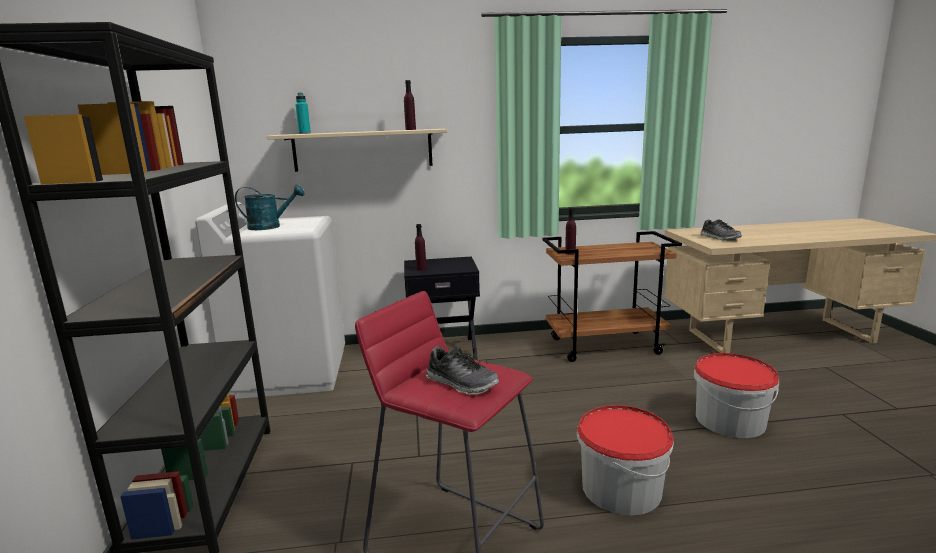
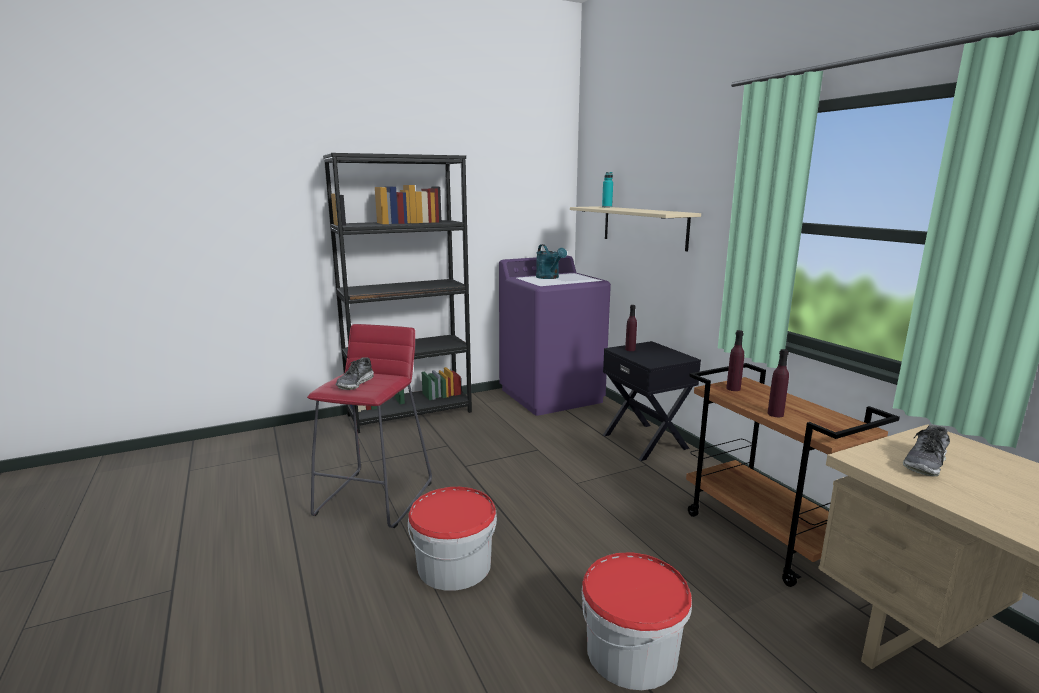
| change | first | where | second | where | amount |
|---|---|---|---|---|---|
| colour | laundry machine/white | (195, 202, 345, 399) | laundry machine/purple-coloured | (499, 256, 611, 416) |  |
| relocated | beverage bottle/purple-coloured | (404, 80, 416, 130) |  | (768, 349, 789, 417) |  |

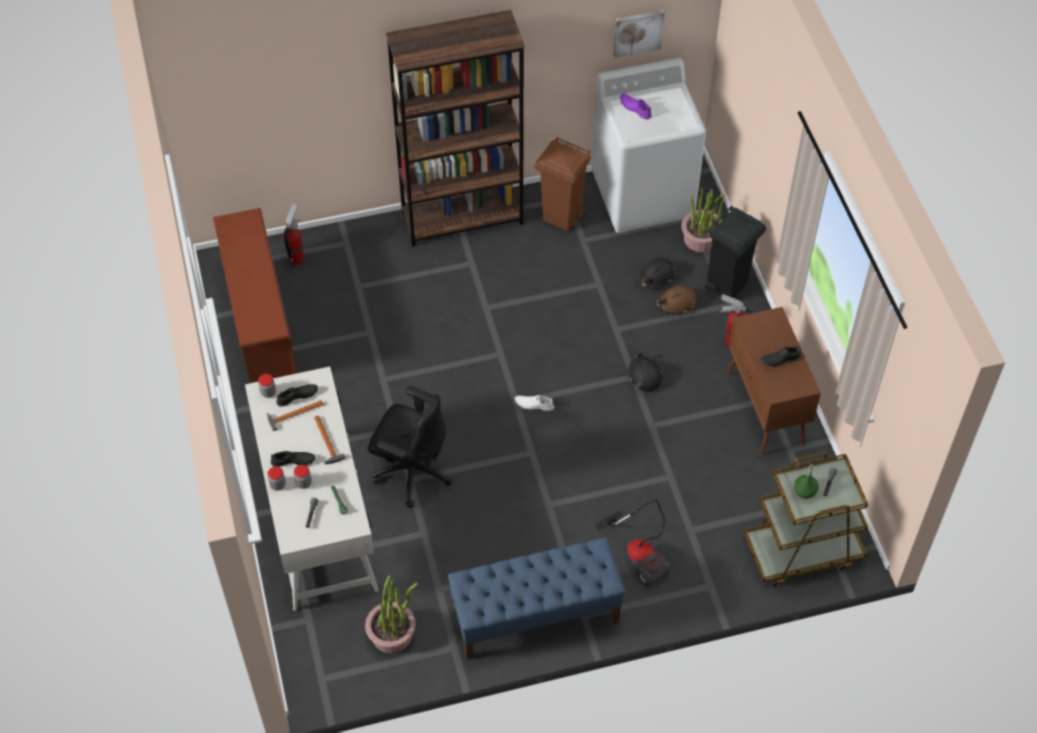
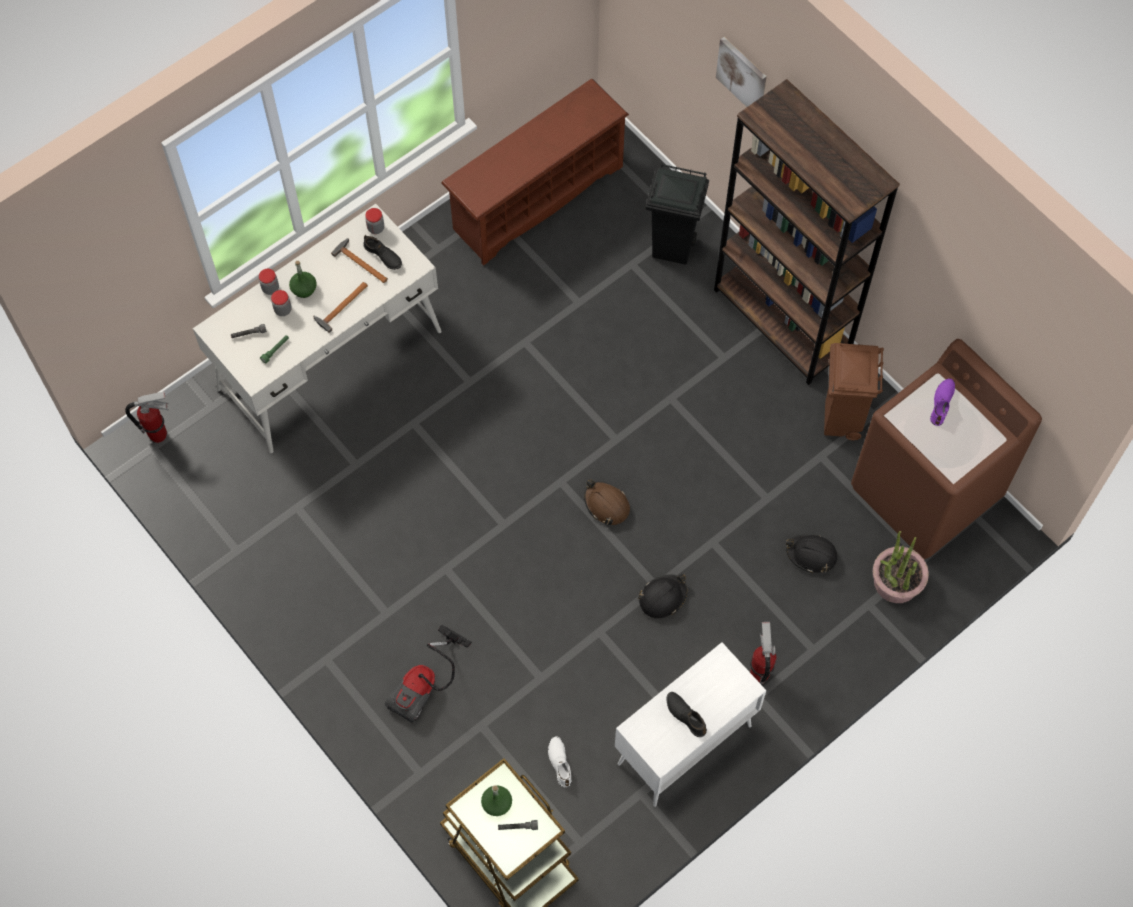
| change | first | where | second | where | amount |
|---|---|---|---|---|---|
| relocated | fire-fighting cylinder | (283, 204, 304, 266) |  | (125, 391, 169, 443) |  |
| exchanged | item of footwear/black-coloured | (271, 451, 315, 467) | beverage bottle/green-coloured | (289, 261, 317, 298) |  |
| relocated | item of footwear/white | (514, 395, 554, 411) |  | (548, 736, 572, 788) |  |
| relocated | hard hat/brown-coloured | (657, 286, 697, 315) |  | (584, 479, 630, 526) |  |
| colour | cupboard/brown-coloured | (727, 307, 821, 455) | cupboard/white | (615, 642, 766, 807) |  |
| relocated | waste bin/black-coloured | (705, 205, 767, 298) |  | (646, 163, 709, 265) |  |
| relocated | wall picture | (614, 10, 664, 58) |  | (716, 37, 767, 107) |  |
| colour | laundry machine/white | (591, 58, 706, 233) | laundry machine/brown-coloured | (851, 339, 1042, 559) |  |
| missing | potted plant | (365, 575, 418, 653) |  |  |  |
| missing | desk chair/black-coloured | (368, 386, 452, 508) |  |  |  |
| missing | bench/blue | (448, 537, 626, 660) |  |  |  |

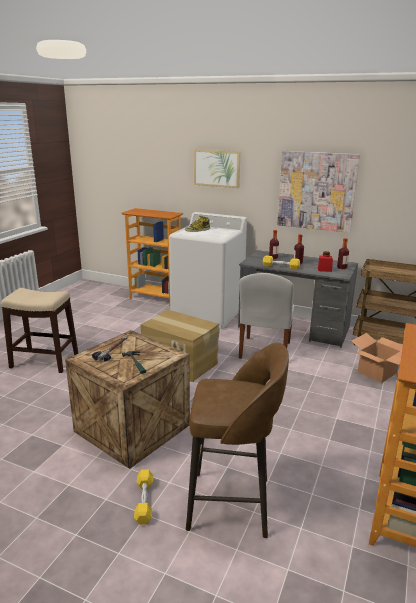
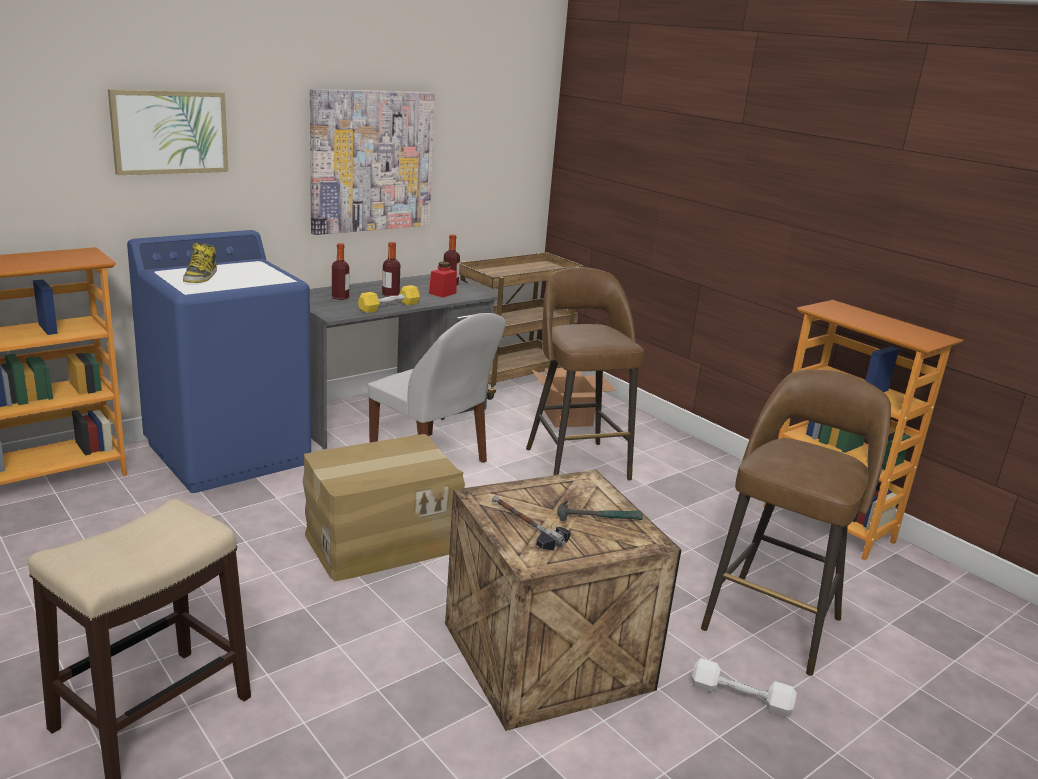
| change | first | where | second | where | amount |
|---|---|---|---|---|---|
| colour | laundry machine/white | (169, 212, 247, 329) | laundry machine/blue | (127, 230, 311, 493) |  |
| appeared |  |  | stool/brown-coloured | (526, 267, 644, 480) |  |
| colour | hand weight/yellowish | (134, 469, 153, 525) | hand weight/white | (692, 658, 797, 716) |  |

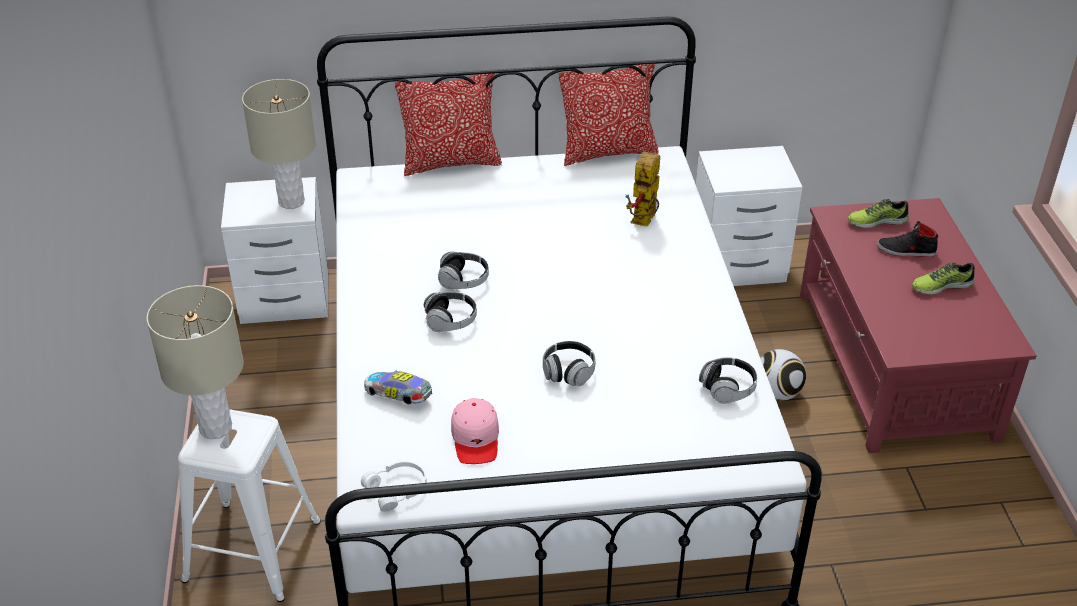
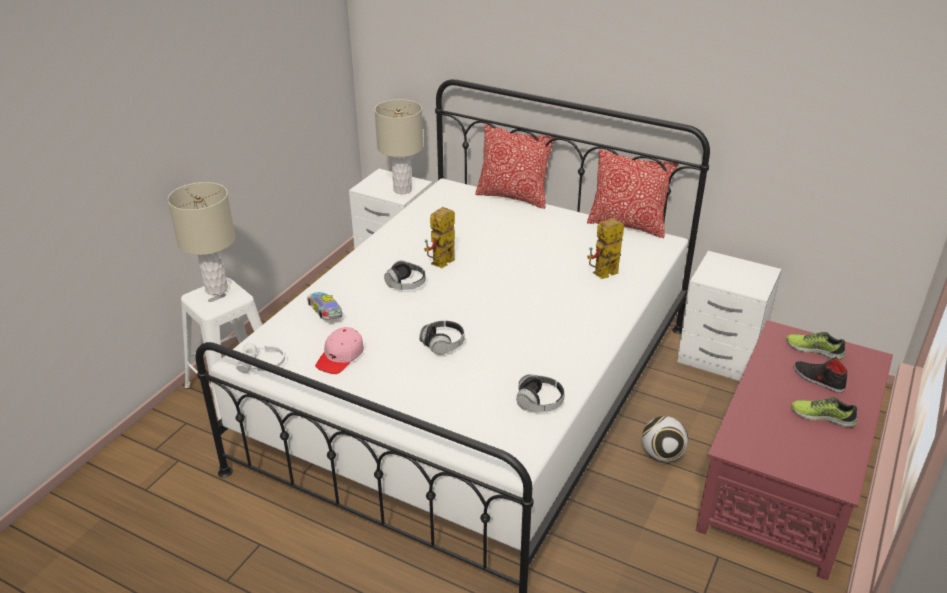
| change | first | where | second | where | amount |
|---|---|---|---|---|---|
| exchanged | headset | (438, 251, 489, 289) | robot figure | (424, 207, 455, 268) |  |

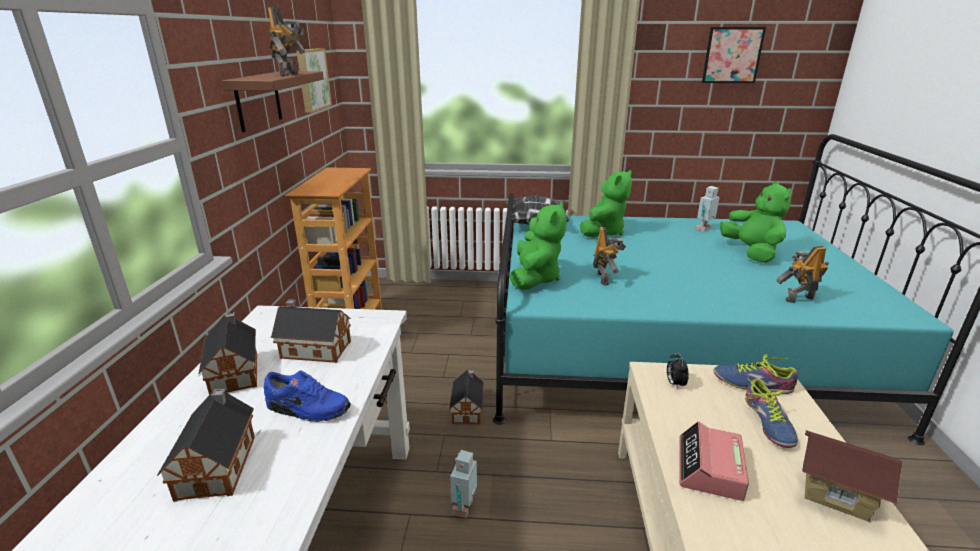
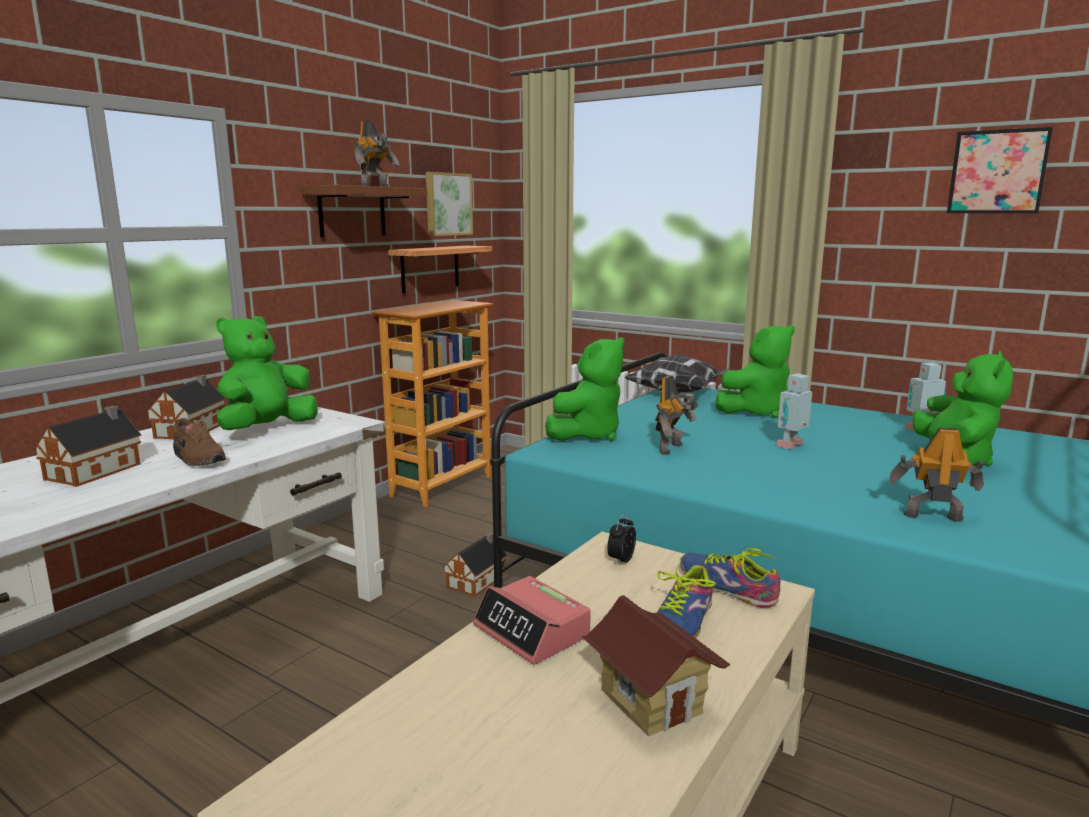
| change | first | where | second | where | amount |
|---|---|---|---|---|---|
| colour | item of footwear/blue | (264, 371, 351, 422) | item of footwear/brown-coloured | (173, 418, 226, 466) |  |
| exchanged | miniature house | (271, 299, 351, 363) | cuddly toy/green-coloured | (216, 316, 318, 430) |  |
| appeared |  |  | shelf | (388, 246, 492, 293) |  |
| spun | alarm clock | (680, 421, 749, 501) |  | (473, 576, 591, 665) | 90 degrees counterclockwise |
| relocated | robot figure | (450, 450, 477, 518) |  | (776, 373, 812, 449) |  |

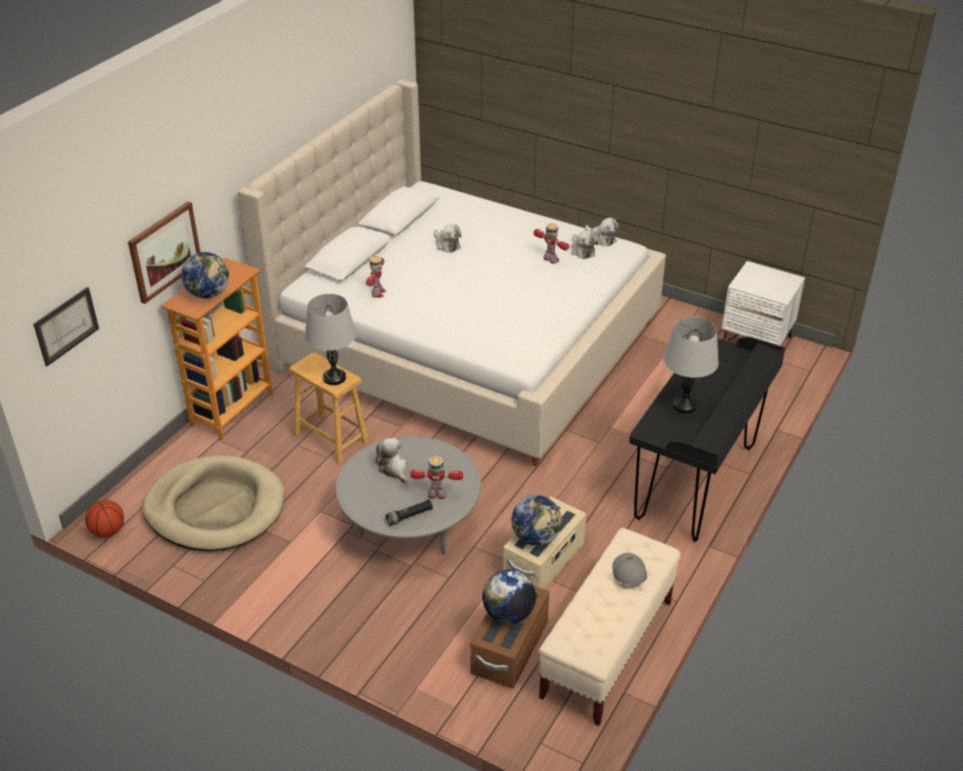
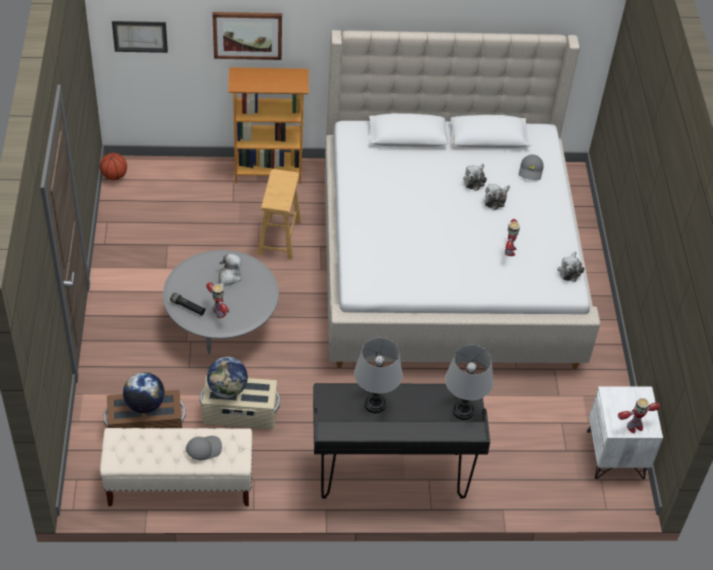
| change | first | where | second | where | amount |
|---|---|---|---|---|---|
| relocated | tabletop lamp/gray | (305, 294, 356, 385) |  | (445, 345, 493, 420) |  |
| relocated | cuddly toy | (571, 230, 598, 259) |  | (484, 184, 510, 210) |  |
| appeared |  |  | peaked cap/gray | (519, 155, 544, 180) |  |
| relocated | robot figure | (366, 256, 386, 298) |  | (618, 398, 660, 433) |  |
| missing | dog cushion/beige | (142, 455, 285, 551) |  |  |  |
| missing | desk globe | (181, 252, 229, 298) |  |  |  |

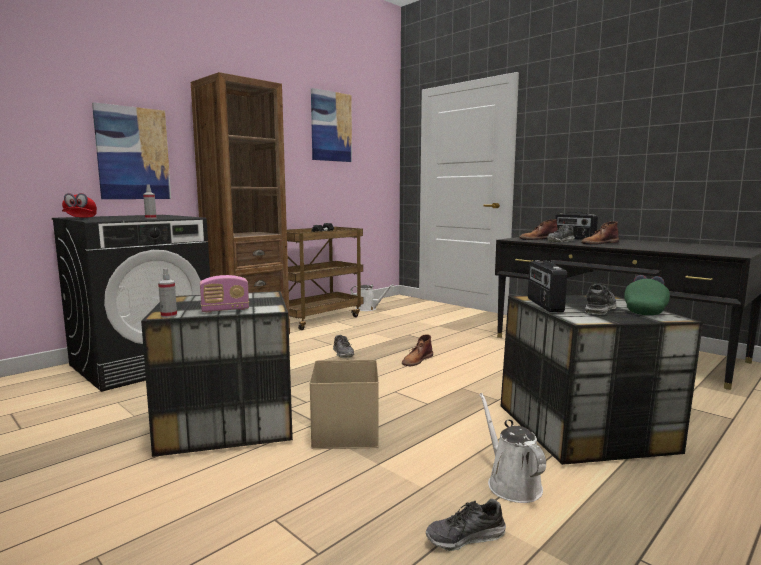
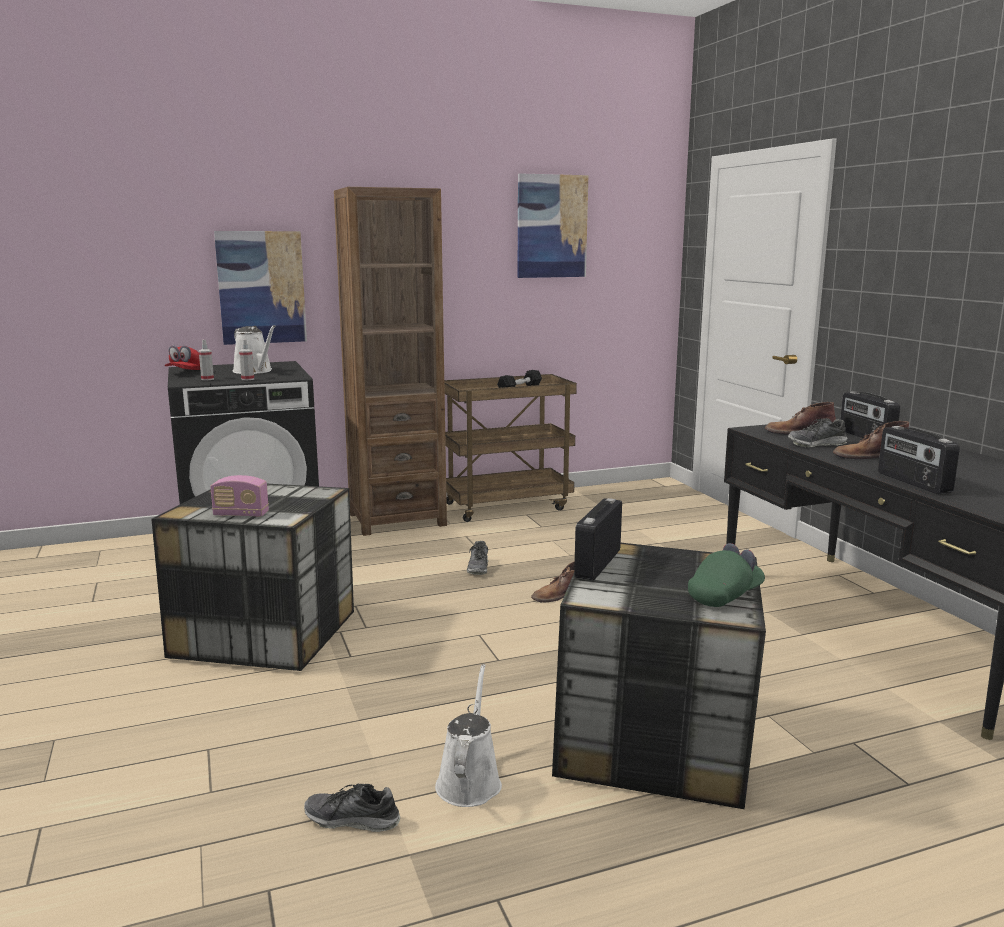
| change | first | where | second | where | amount |
|---|---|---|---|---|---|
| relocated | sprayer | (158, 269, 177, 318) |  | (199, 340, 214, 380) |  |
| relocated | watering pot/white | (351, 284, 394, 311) |  | (233, 325, 276, 374) |  |
| appeared |  |  | radio set | (878, 426, 960, 494) |  |
| missing | storage container/beige | (309, 360, 379, 449) |  |  |  |
| missing | item of footwear | (585, 284, 616, 315) |  |  |  |

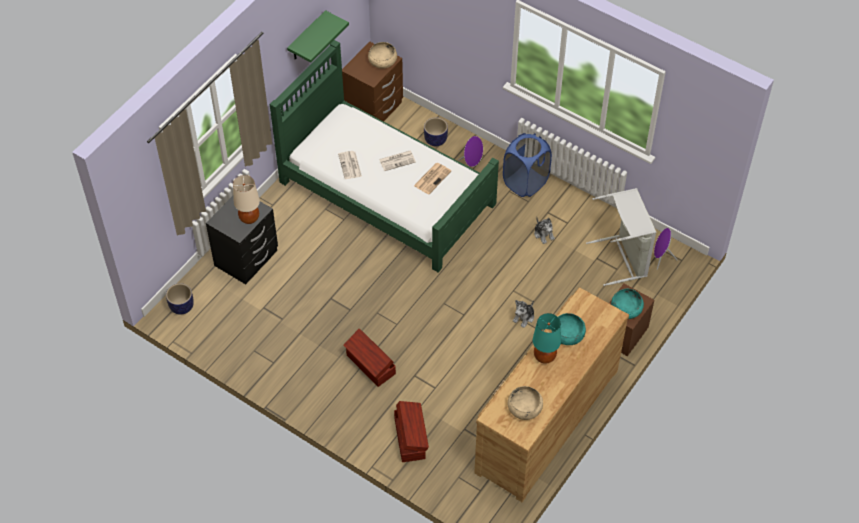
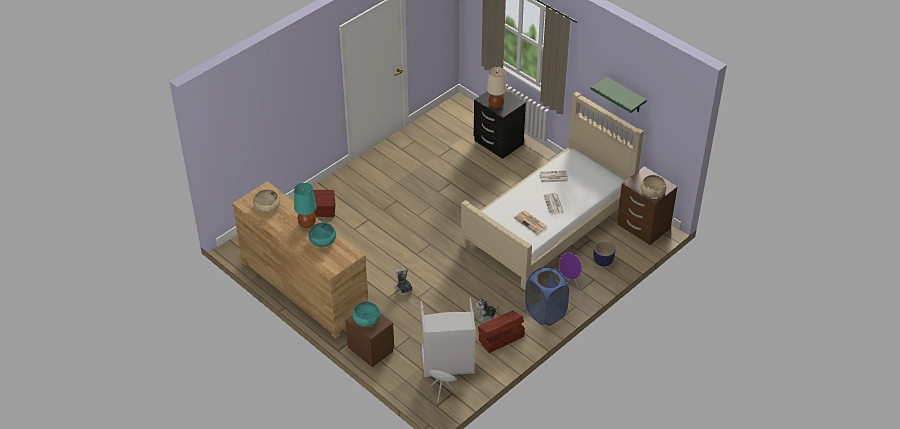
| change | first | where | second | where | amount |
|---|---|---|---|---|---|
| colour | bedroom bed/green-coloured | (270, 40, 499, 272) | bedroom bed/beige | (461, 91, 644, 290) |  |
| relocated | storage container/brown-coloured | (343, 329, 396, 387) |  | (478, 310, 525, 353) |  |
| missing | flower pot | (166, 283, 194, 315) |  |  |  |

